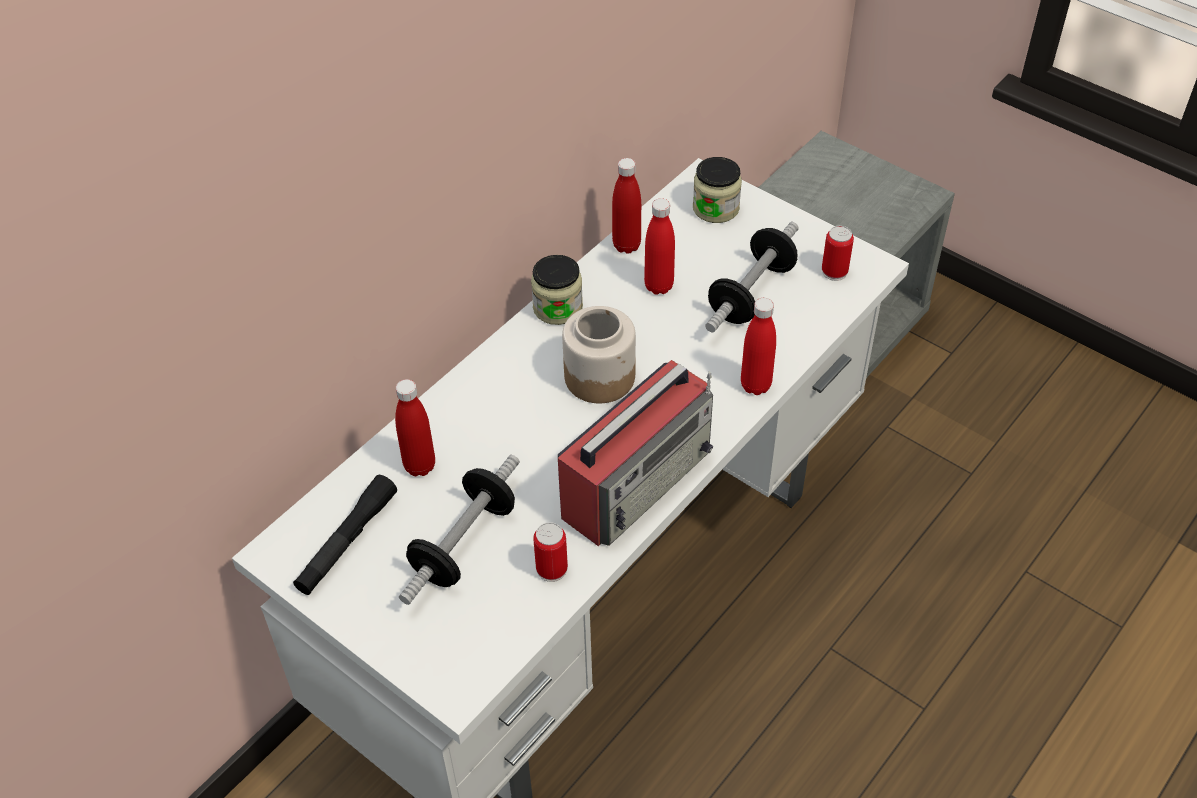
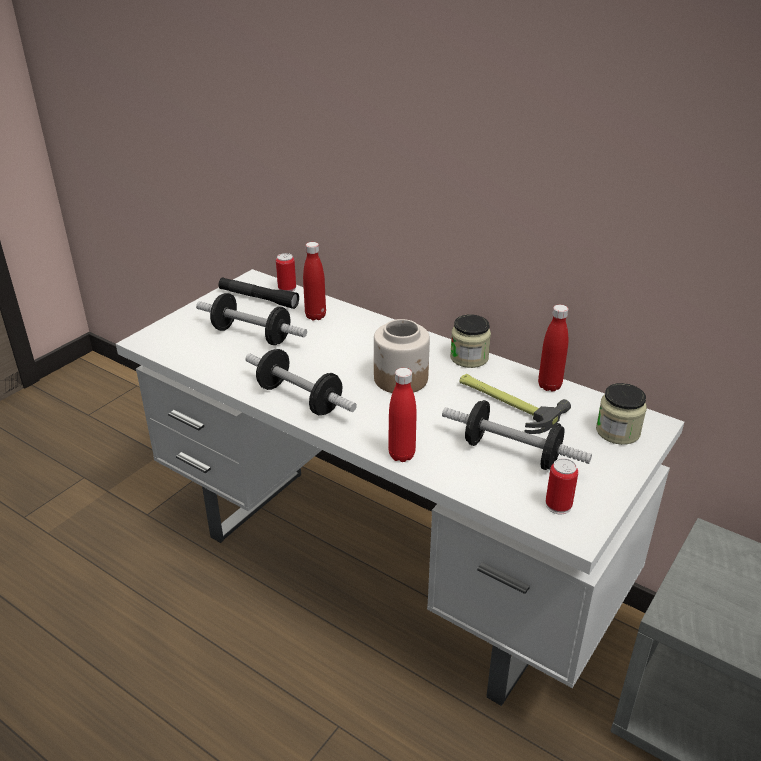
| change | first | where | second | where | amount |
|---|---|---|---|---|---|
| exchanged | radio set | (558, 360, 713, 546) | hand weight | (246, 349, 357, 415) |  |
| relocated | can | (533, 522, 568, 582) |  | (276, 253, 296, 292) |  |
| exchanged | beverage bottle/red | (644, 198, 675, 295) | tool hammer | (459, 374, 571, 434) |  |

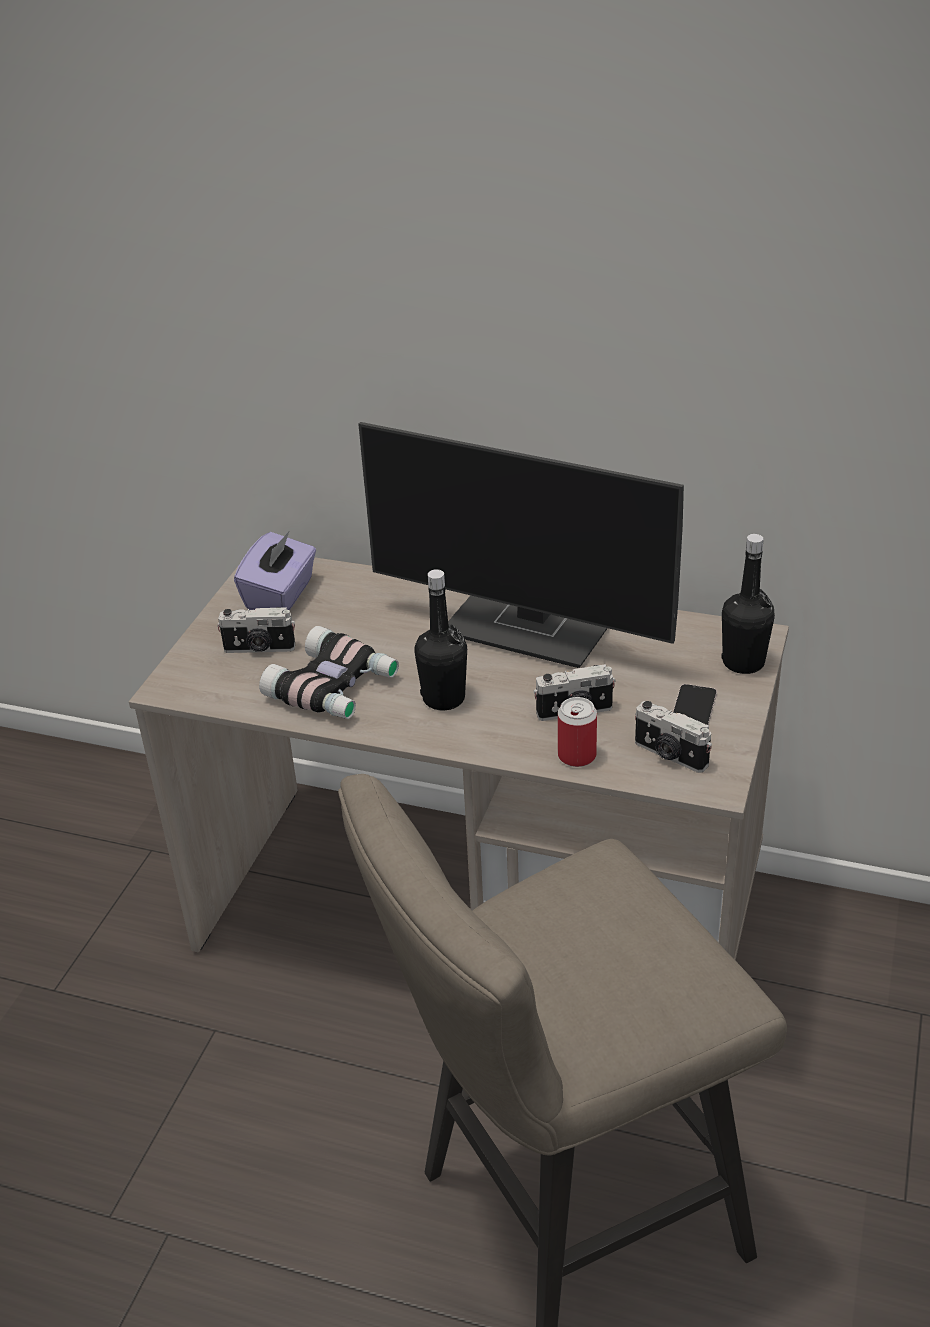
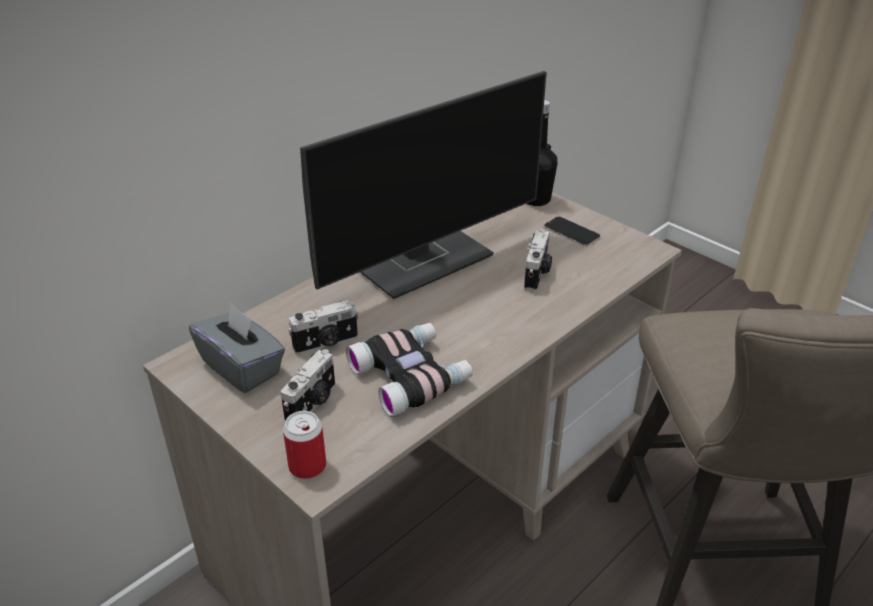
| change | first | where | second | where | amount |
|---|---|---|---|---|---|
| colour | tissue box/purple-coloured | (234, 532, 316, 610) | tissue box/gray | (189, 303, 285, 393) |  |
| relocated | can | (558, 697, 597, 767) |  | (283, 411, 326, 479) |  |
| relocated | still camera | (635, 701, 712, 773) |  | (288, 300, 358, 355) |  |
| missing | beverage bottle/black-coloured | (414, 569, 467, 710) |  |  |  |

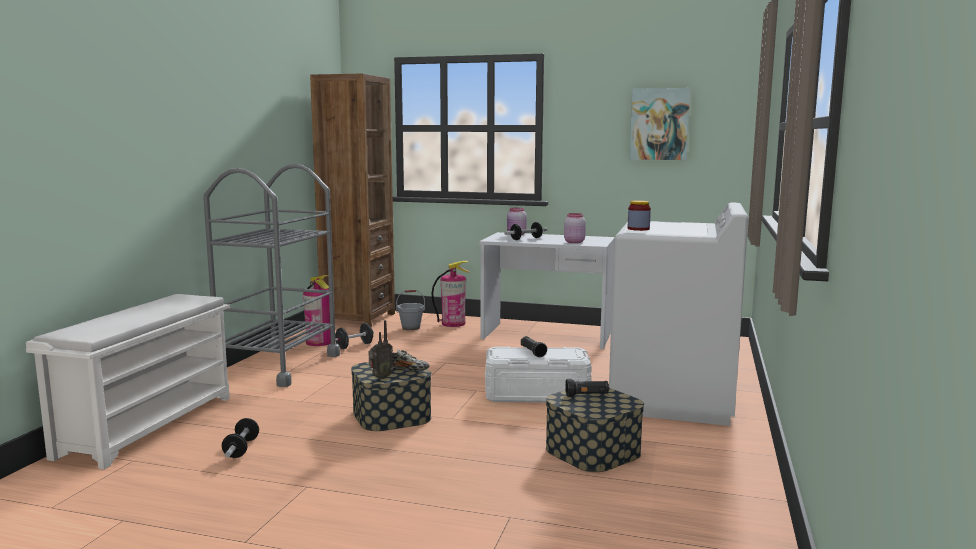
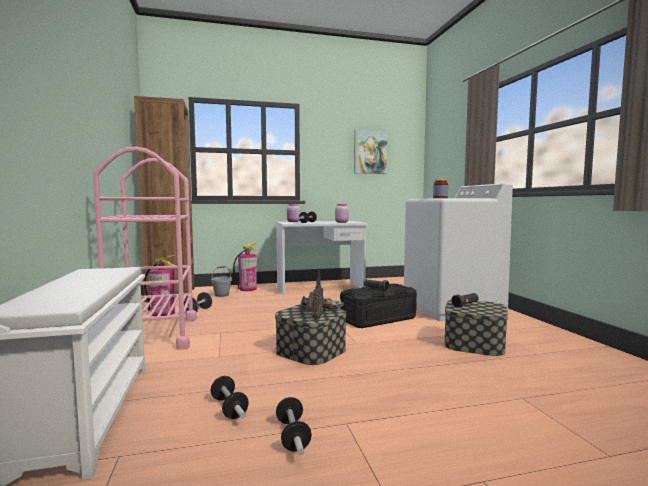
| change | first | where | second | where | amount |
|---|---|---|---|---|---|
| colour | wheeled cart/gray | (203, 164, 340, 387) | wheeled cart/pink-coloured | (93, 147, 197, 350) |  |
| appeared |  |  | hand weight | (276, 397, 312, 455) |  |
| colour | storage container/white | (485, 346, 592, 403) | storage container/black-coloured | (340, 284, 417, 328) |  |

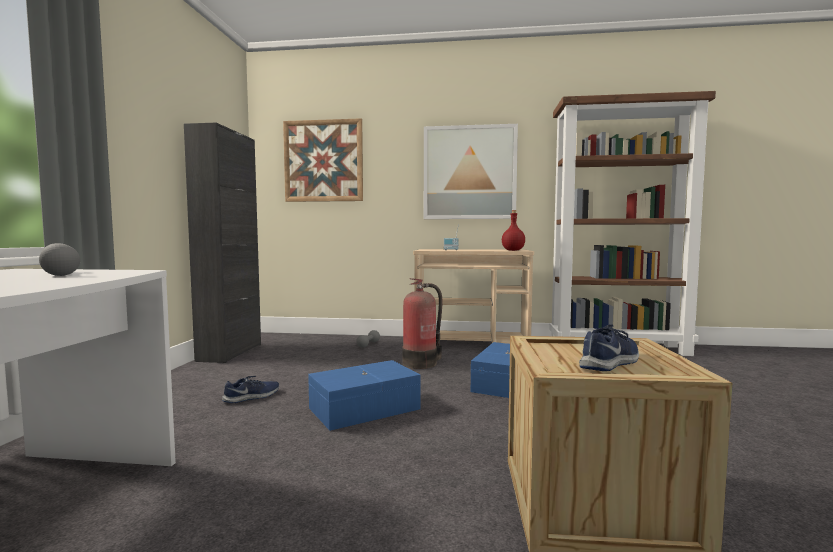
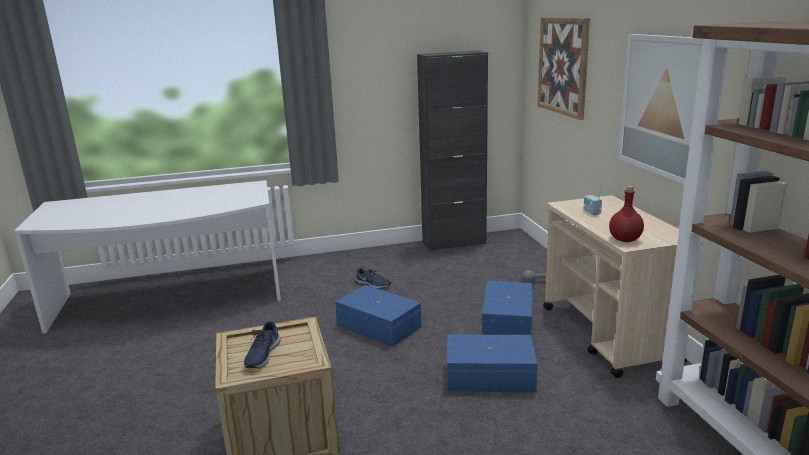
| change | first | where | second | where | amount |
|---|---|---|---|---|---|
| spun | item of footwear/blue | (579, 324, 639, 371) |  | (244, 321, 281, 369) | 75 degrees clockwise |
| exchanged | fire-fighting cylinder | (402, 278, 442, 369) | storage container/blue | (482, 281, 532, 335) |  |
| missing | hand weight/gray | (39, 243, 80, 276) |  |  |  |

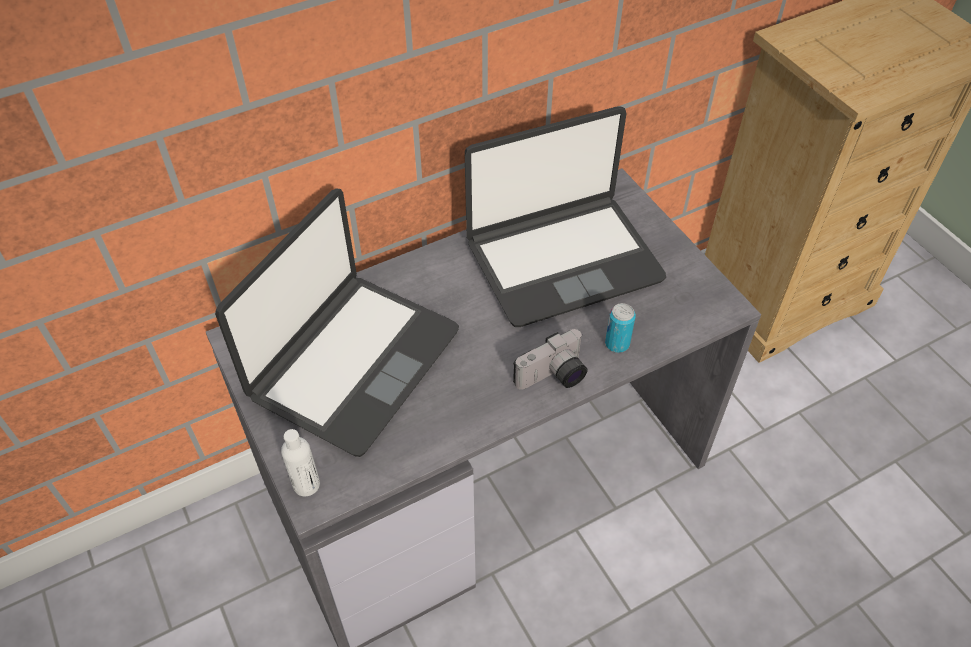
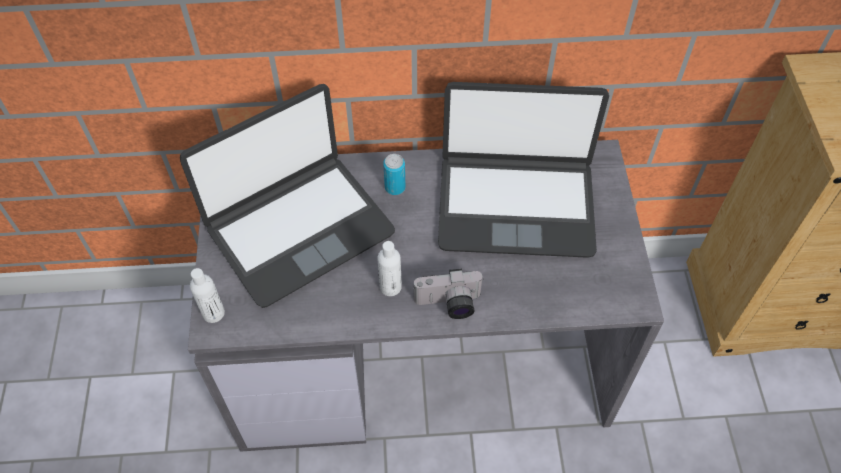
| change | first | where | second | where | amount |
|---|---|---|---|---|---|
| appeared |  |  | beverage bottle/white | (377, 241, 402, 296) |  |
| relocated | can | (605, 303, 636, 353) |  | (383, 154, 406, 195) |  |

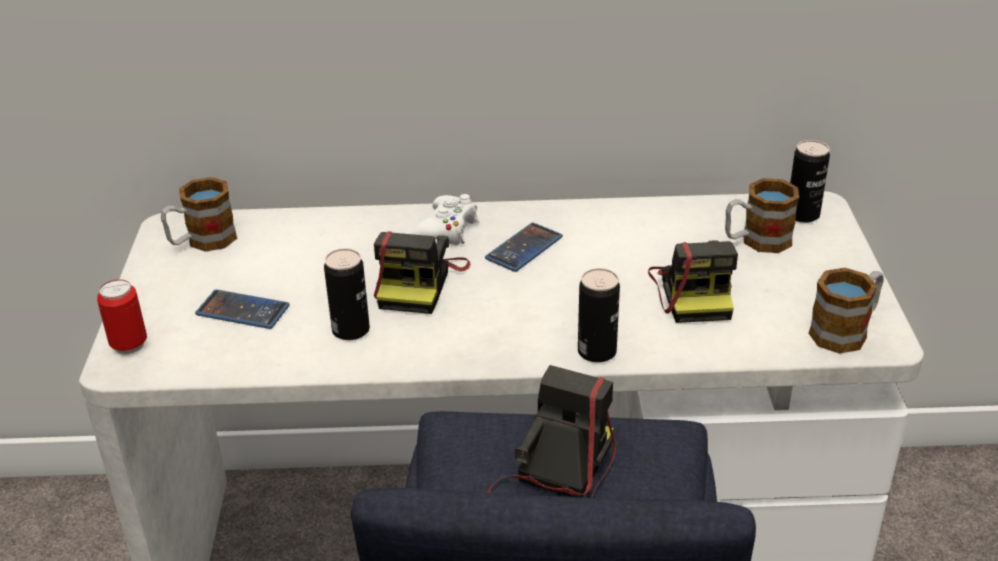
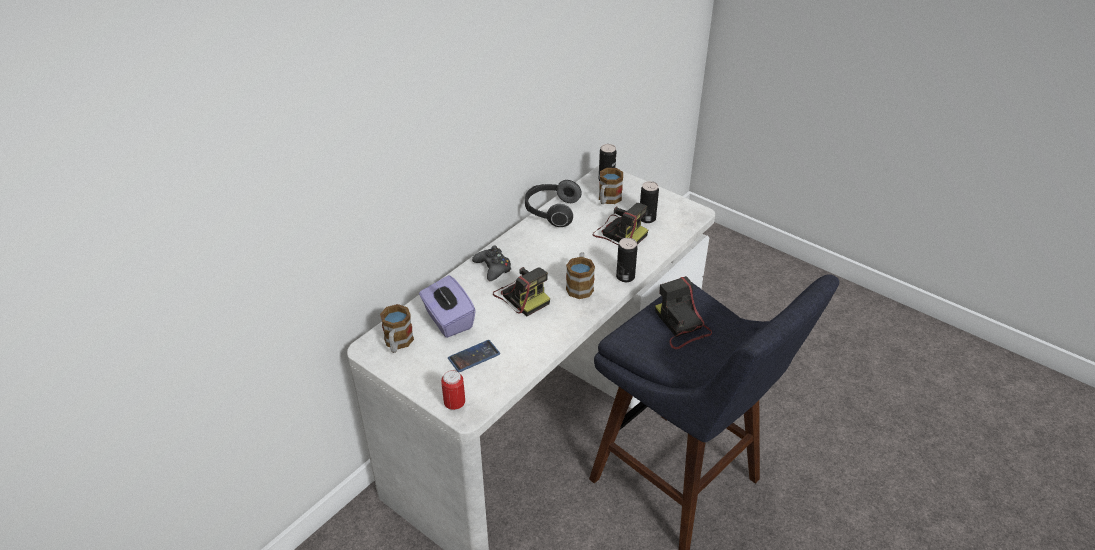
| change | first | where | second | where | amount |
|---|---|---|---|---|---|
| appeared |  |  | tissue box/purple-coloured | (419, 275, 476, 338) |  |
| colour | joypad/white | (411, 194, 479, 245) | joypad/black-coloured | (472, 246, 511, 281) |  |
| appeared |  |  | headset | (525, 180, 582, 227) |  |
| relocated | tea mug | (809, 268, 884, 353) |  | (566, 252, 595, 299) |  |
| relocated | can | (324, 248, 370, 340) |  | (640, 181, 659, 223) |  |
| missing | phone | (485, 223, 563, 272) |  |  |  |

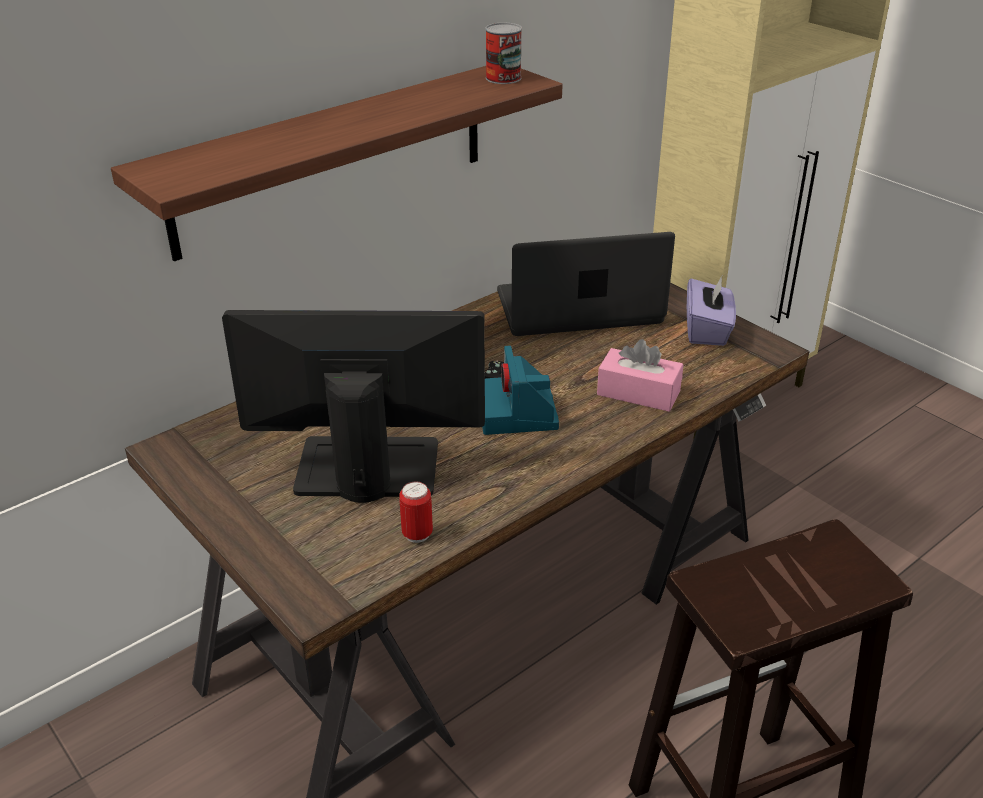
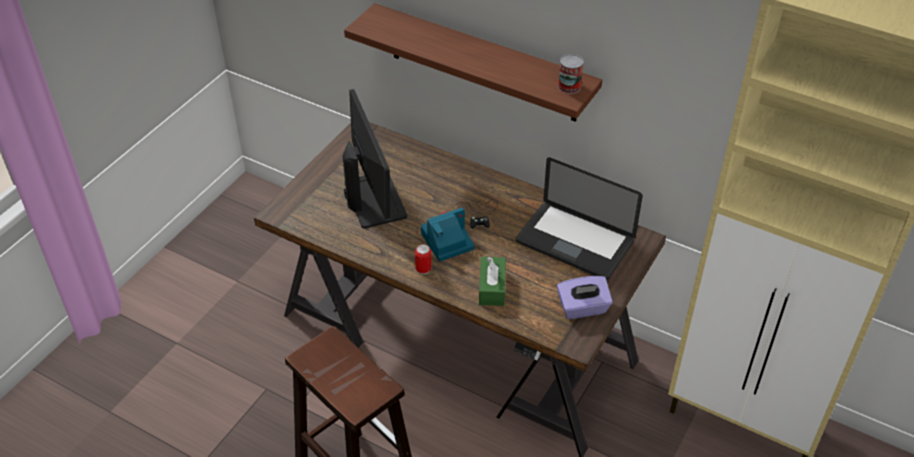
| change | first | where | second | where | amount |
|---|---|---|---|---|---|
| relocated | can | (399, 481, 433, 543) |  | (415, 244, 432, 274) |  |
| colour | tissue box/pink-coloured | (597, 339, 683, 412) | tissue box/green-coloured | (479, 257, 506, 306) |  |
| spun | laptop | (497, 232, 675, 336) |  | (516, 157, 643, 280) | 150 degrees clockwise |

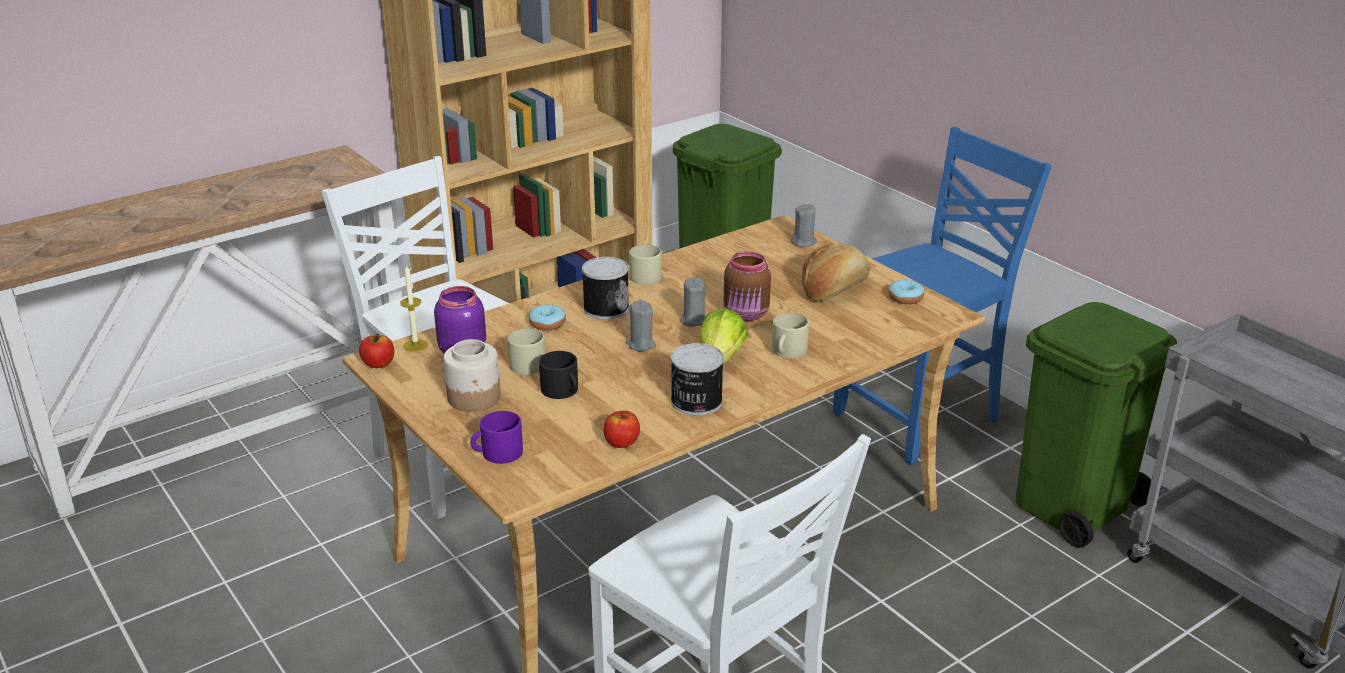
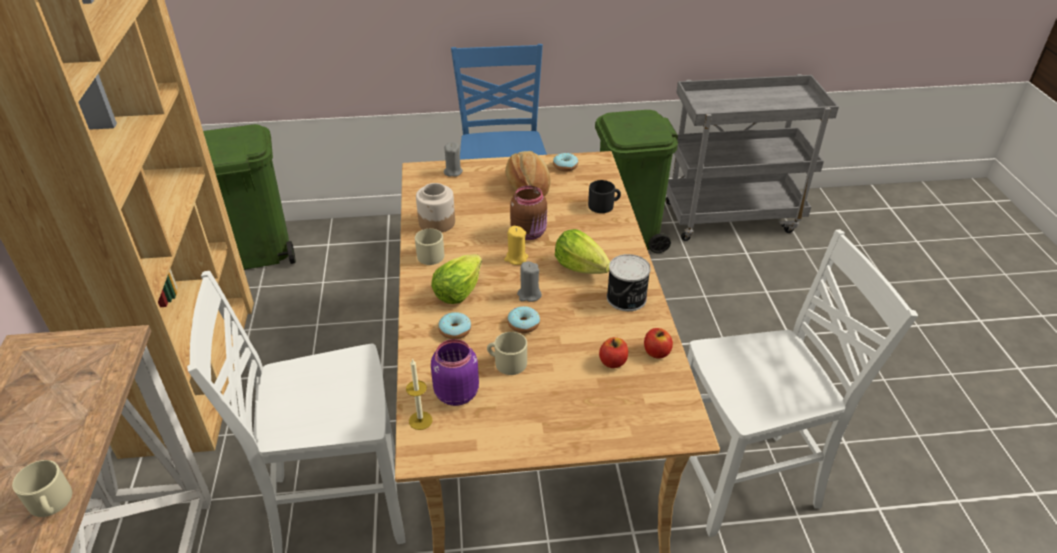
| change | first | where | second | where | amount |
|---|---|---|---|---|---|
| relocated | tea mug/beige | (772, 313, 809, 358) |  | (12, 460, 72, 517) |  |
| relocated | storage jar | (443, 339, 501, 412) |  | (416, 183, 455, 233) |  |
| exchanged | can | (582, 257, 629, 319) | lettuce head | (431, 254, 482, 304) |  |
| colour | candle/gray | (680, 277, 706, 327) | candle/yellowish | (504, 226, 528, 265) |  |
| appeared |  |  | donut | (507, 306, 540, 333) |  |
| relocated | tea mug/black-coloured | (539, 351, 578, 399) |  | (588, 180, 621, 213) |  |
| relocated | apple fruit | (359, 334, 394, 368) |  | (599, 337, 628, 368) |  |
| missing | tea mug/purple-coloured | (470, 411, 523, 464) |  |  |  |

